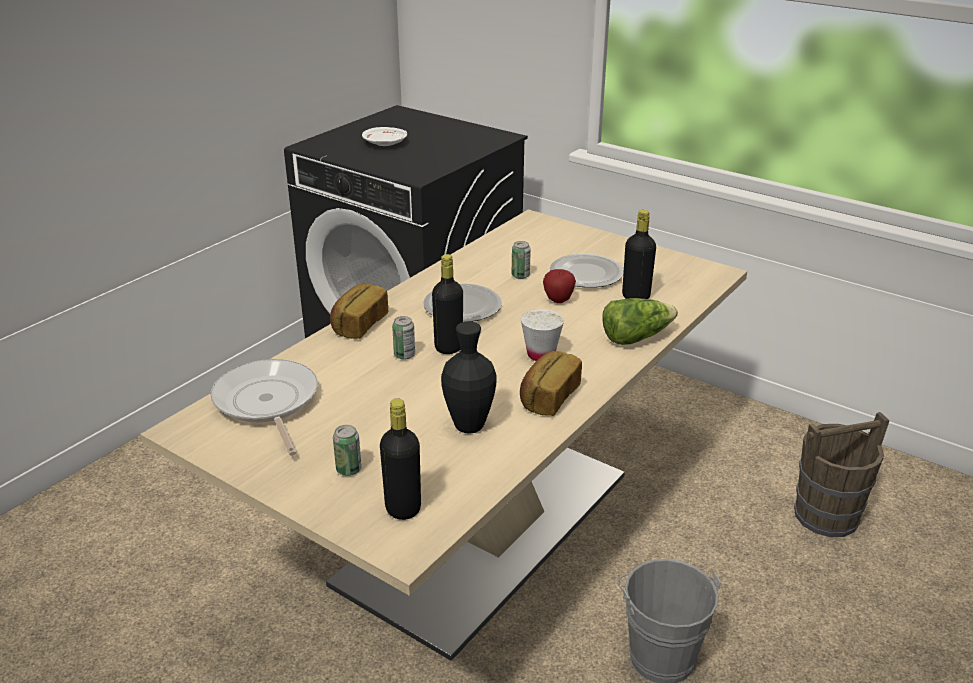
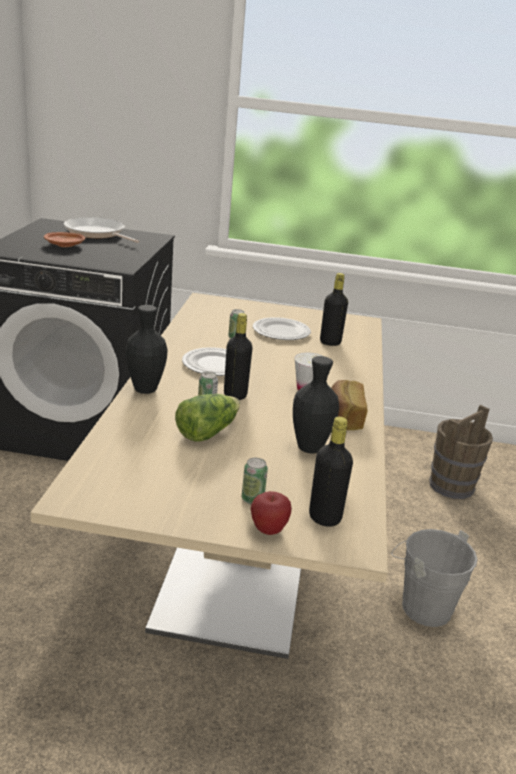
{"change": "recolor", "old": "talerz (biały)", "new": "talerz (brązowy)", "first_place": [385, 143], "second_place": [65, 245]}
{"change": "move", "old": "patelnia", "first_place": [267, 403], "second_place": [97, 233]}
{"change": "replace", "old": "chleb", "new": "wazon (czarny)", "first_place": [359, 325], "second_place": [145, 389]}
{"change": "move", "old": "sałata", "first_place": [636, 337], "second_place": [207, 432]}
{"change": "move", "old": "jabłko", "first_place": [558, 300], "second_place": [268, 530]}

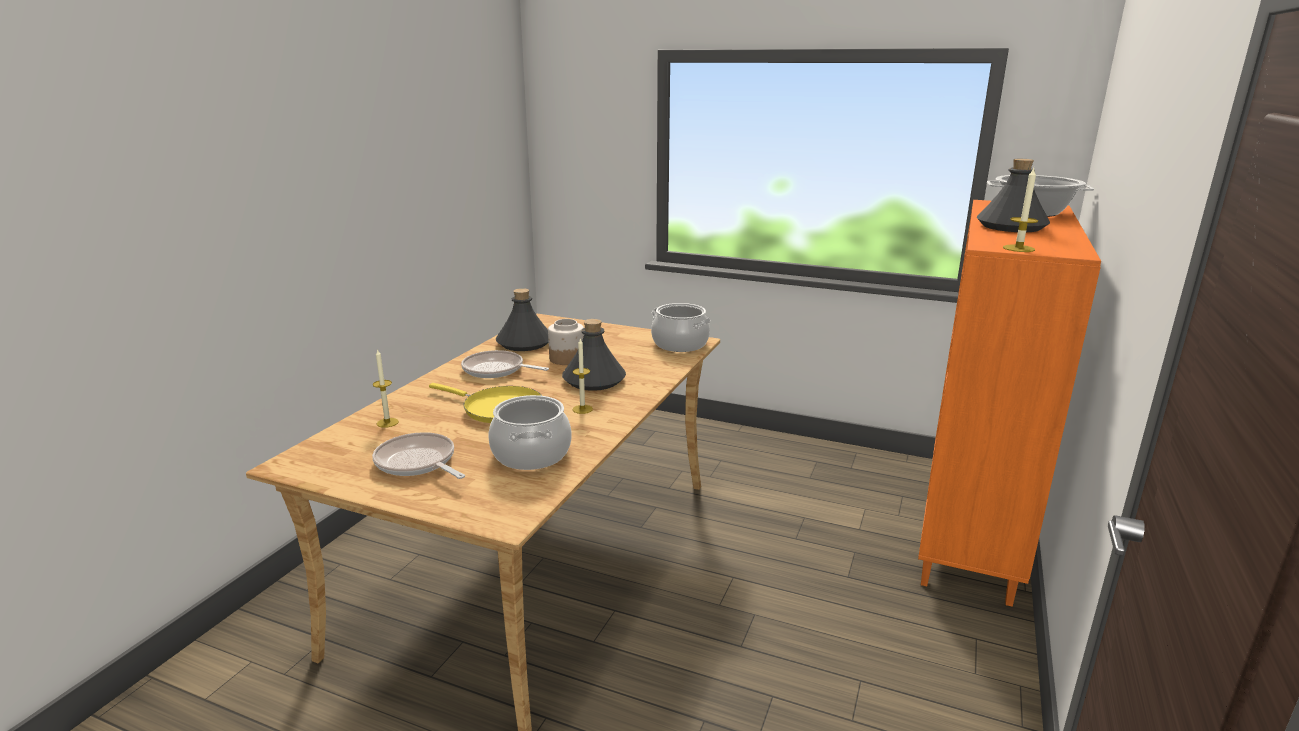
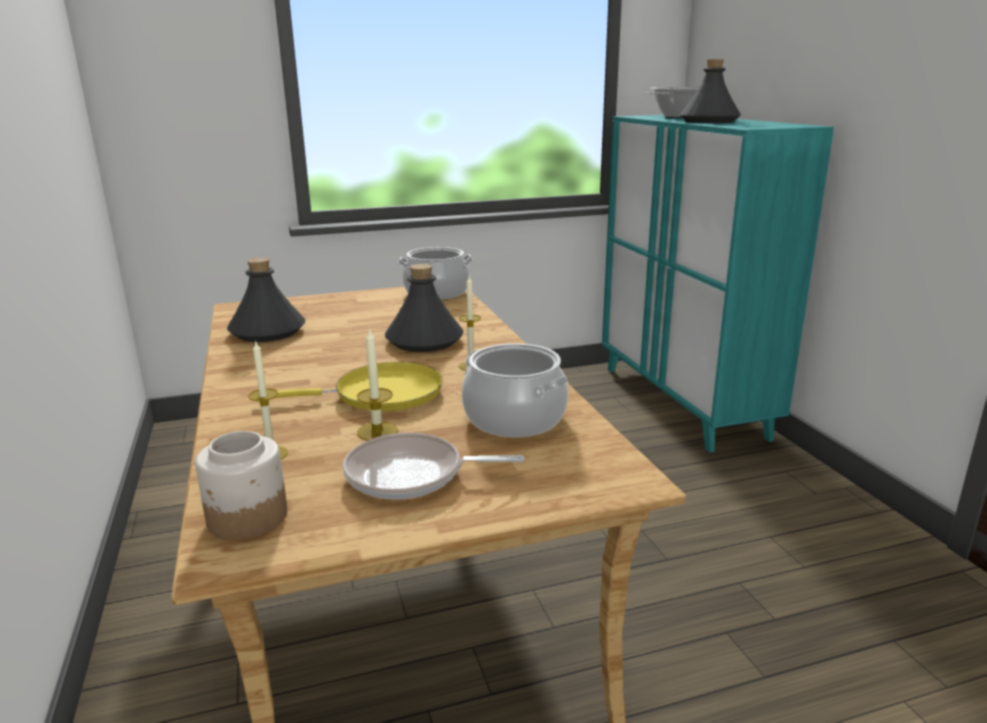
{"change": "move", "old": "słoik", "first_place": [566, 359], "second_place": [247, 518]}
{"change": "move", "old": "świeca", "first_place": [1018, 248], "second_place": [377, 431]}
{"change": "recolor", "old": "szafka (pomarańczowy)", "new": "szafka (turkusowy)", "first_place": [969, 528], "second_place": [682, 402]}
{"change": "delete", "old": "patelnia", "first_place": [496, 370]}

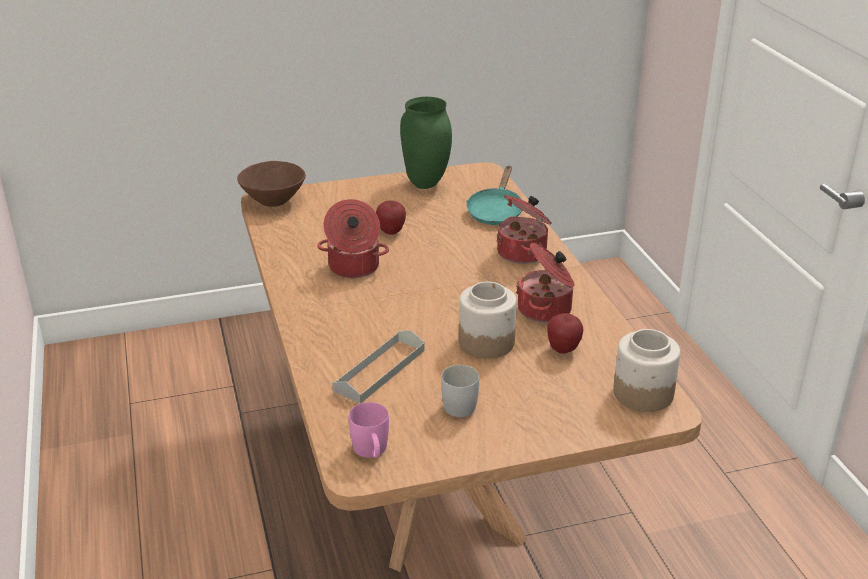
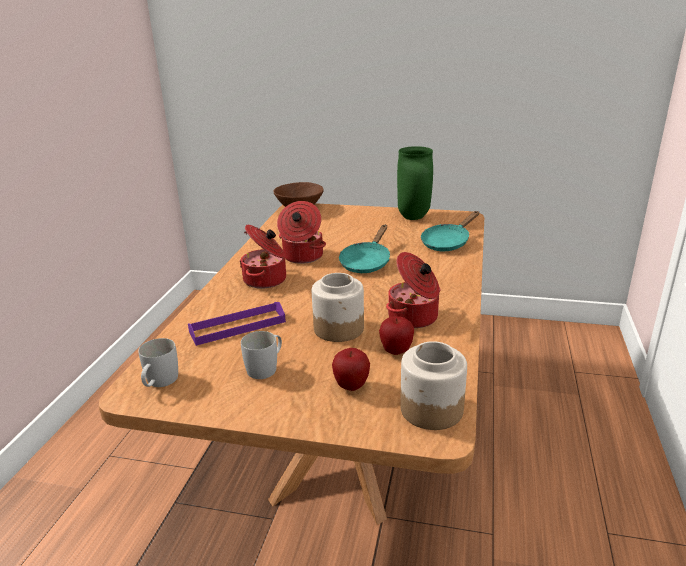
{"change": "recolor", "old": "kubek (różowy)", "new": "kubek (biały)", "first_place": [371, 452], "second_place": [159, 383]}
{"change": "recolor", "old": "taca (szary)", "new": "taca (fioletowy)", "first_place": [380, 370], "second_place": [237, 326]}
{"change": "move", "old": "garnek", "first_place": [523, 253], "second_place": [266, 280]}
{"change": "move", "old": "jabłko", "first_place": [391, 232], "second_place": [351, 386]}
{"change": "insert", "new": "patelnia (turkusowy)", "second_place": [366, 262]}

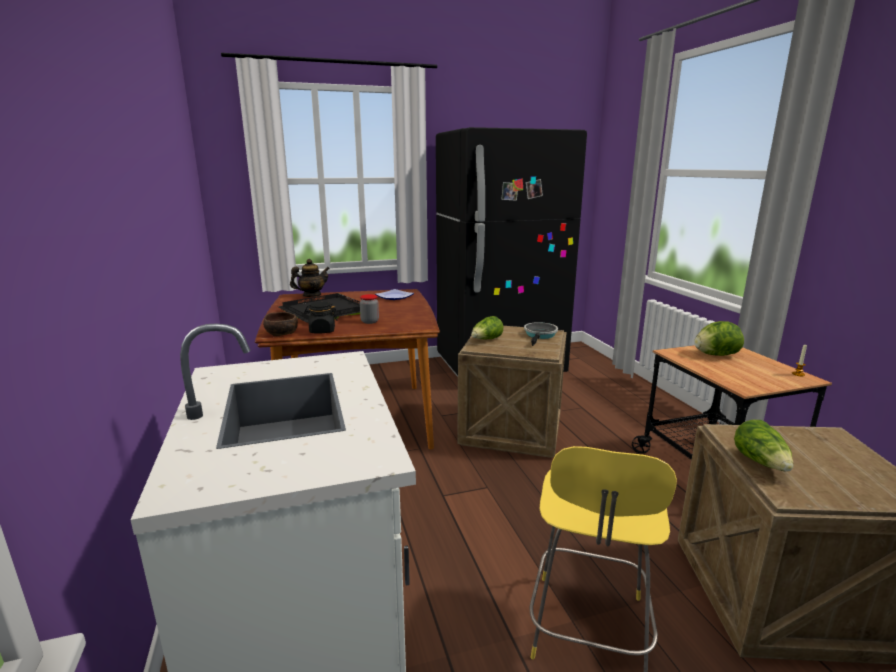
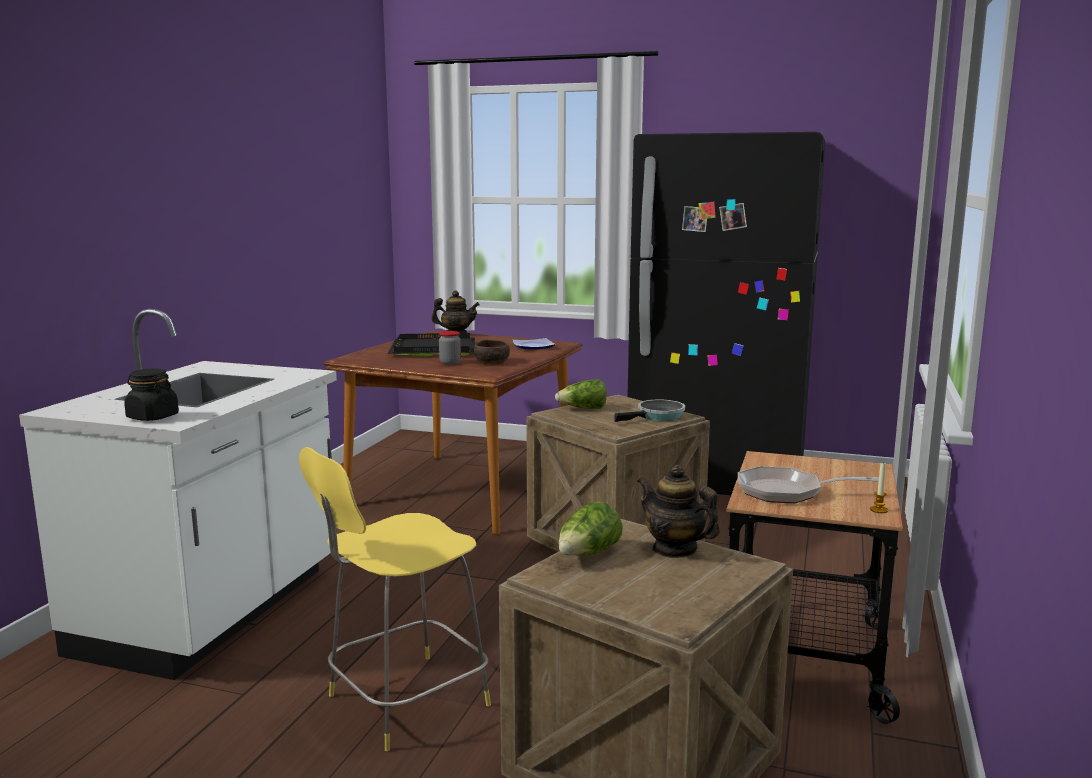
{"change": "move", "old": "słoik (czarny)", "first_place": [322, 331], "second_place": [152, 417]}
{"change": "move", "old": "miska (brązowy)", "first_place": [282, 333], "second_place": [492, 362]}
{"change": "insert", "new": "imbryk", "second_place": [674, 549]}
{"change": "insert", "new": "patelnia", "second_place": [786, 492]}
{"change": "delete", "old": "sałata", "first_place": [715, 355]}

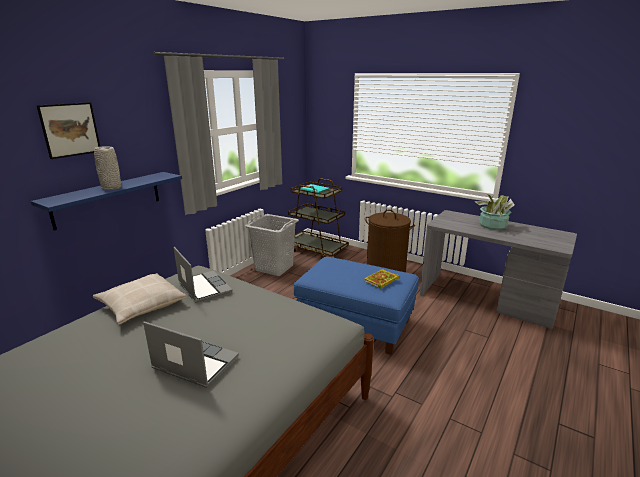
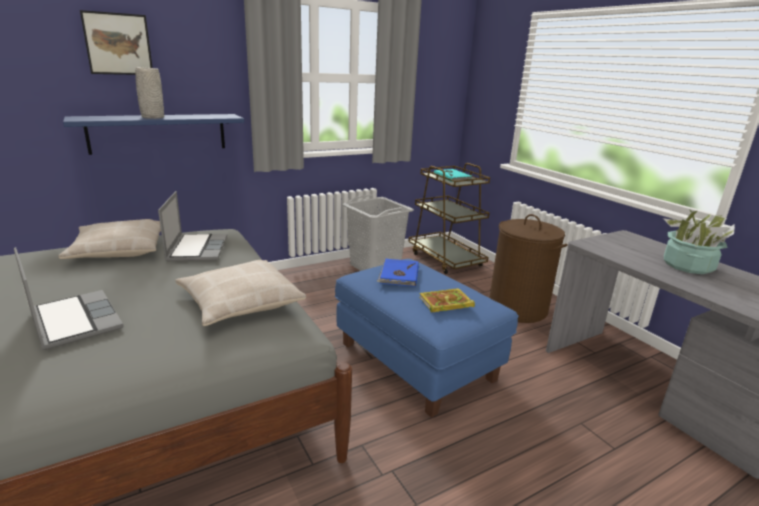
{"change": "insert", "new": "poduszka (beżowy)", "second_place": [240, 302]}
{"change": "insert", "new": "książka (niebieski)", "second_place": [398, 275]}

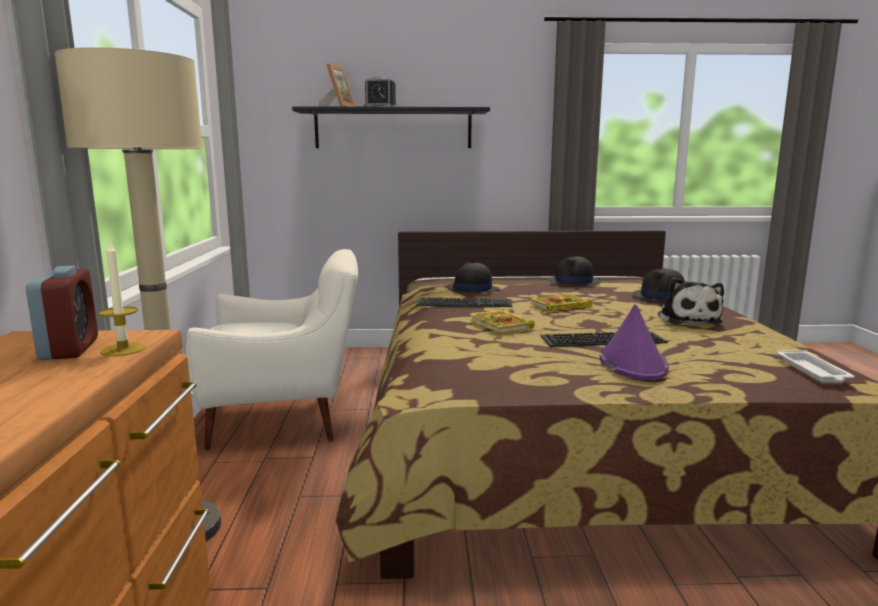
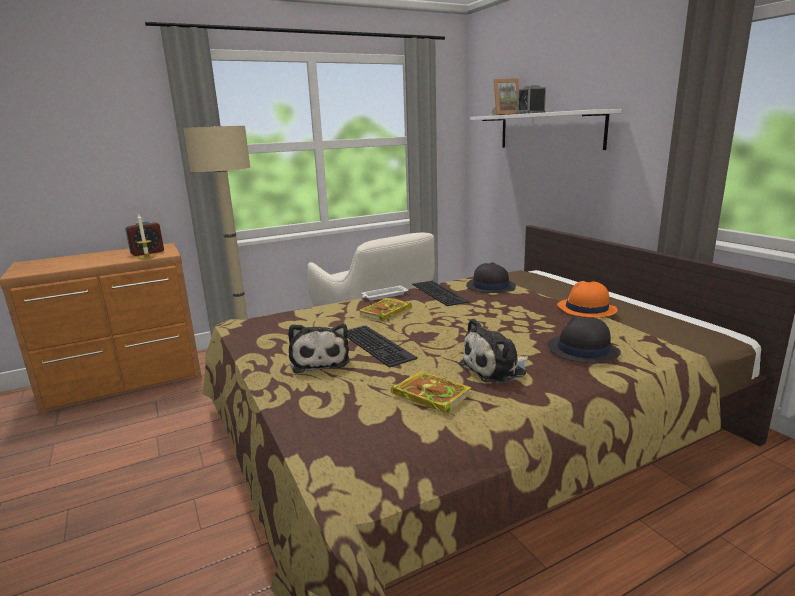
{"change": "replace", "old": "kapelusz (fioletowy)", "new": "pluszak", "first_place": [632, 363], "second_place": [319, 360]}
{"change": "move", "old": "taca (biały)", "first_place": [813, 371], "second_place": [384, 296]}
{"change": "move", "old": "książka", "first_place": [559, 306], "second_place": [429, 395]}
{"change": "recolor", "old": "półka (czarny)", "new": "półka (biały)", "first_place": [393, 129], "second_place": [549, 131]}
{"change": "recolor", "old": "kapelusz (czarny)", "new": "kapelusz (pomarańczowy)", "first_place": [573, 282], "second_place": [586, 309]}

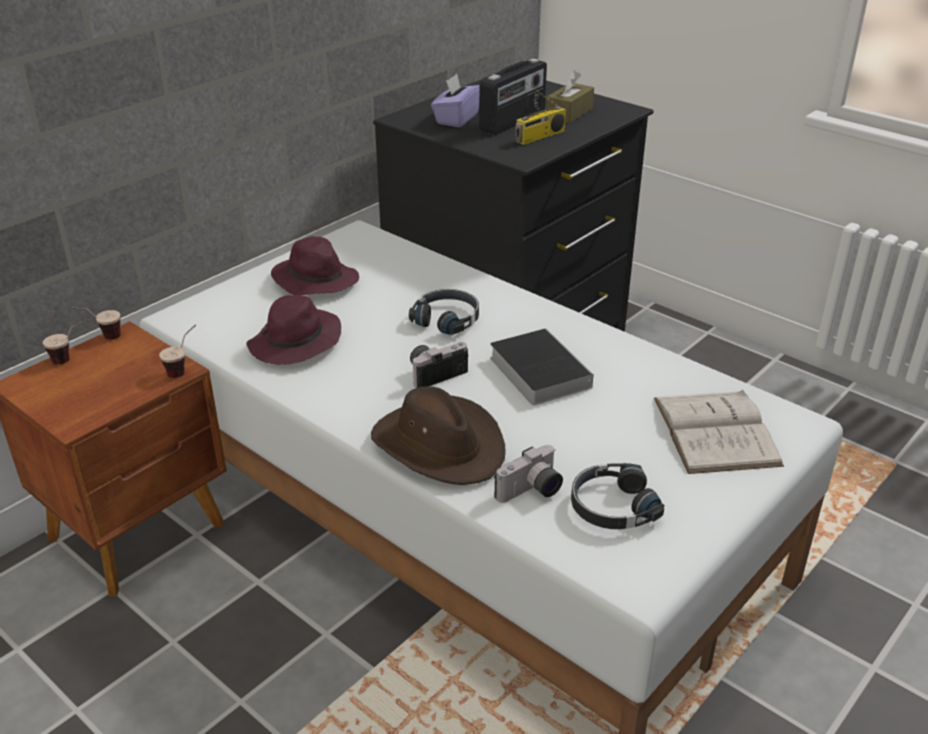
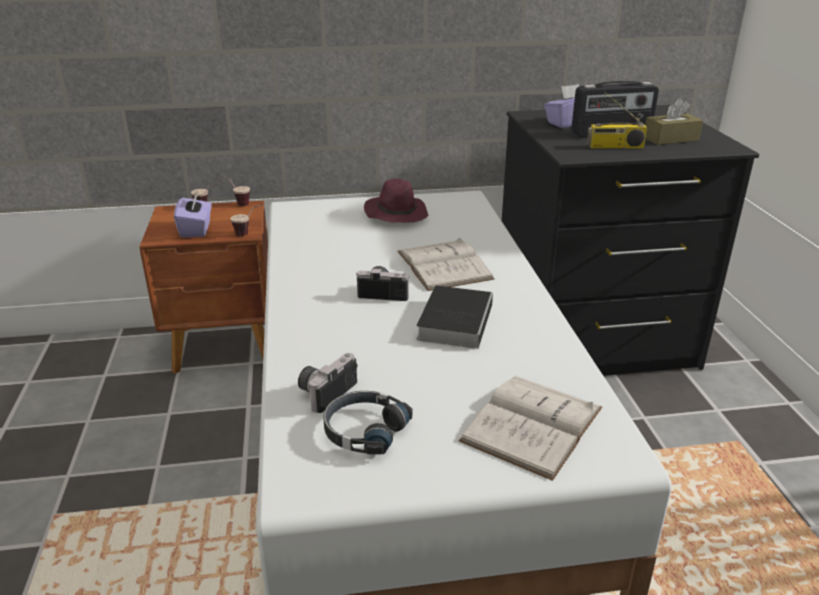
{"change": "insert", "new": "pudełko chusteczek (fioletowy)", "second_place": [196, 229]}
{"change": "rotate", "old": "aparat fotograficzny", "first_place": [531, 492], "second_place": [326, 391], "degrees": 120}
{"change": "replace", "old": "słuchawki (czarny)", "new": "książka (biały)", "first_place": [447, 319], "second_place": [444, 265]}
{"change": "delete", "old": "kapelusz (fioletowy)", "first_place": [295, 343]}
{"change": "delete", "old": "kapelusz (brązowy)", "first_place": [440, 445]}

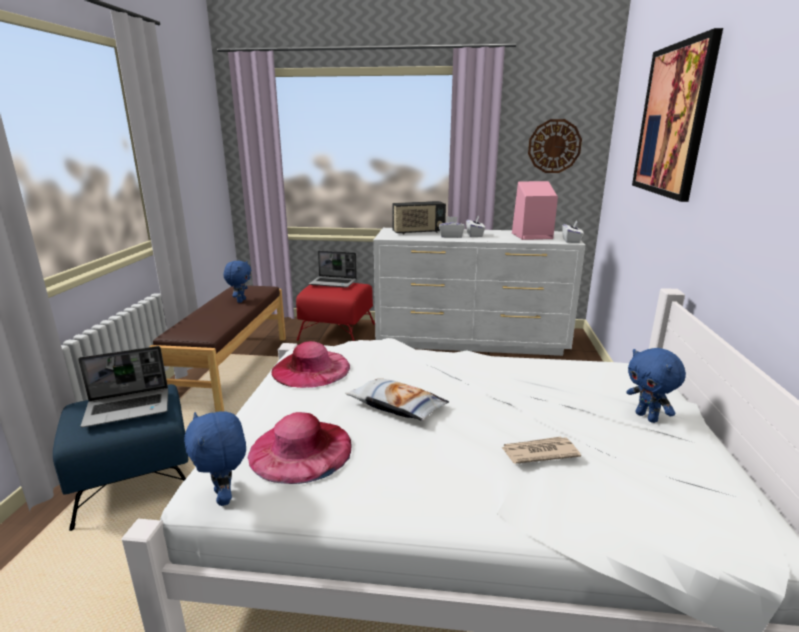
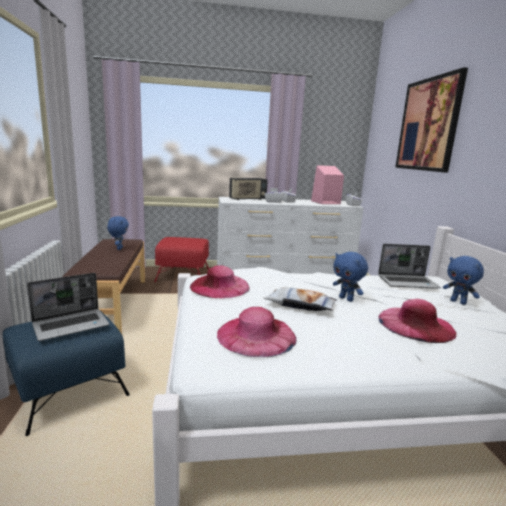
{"change": "move", "old": "pluszak (niebieski)", "first_place": [225, 497], "second_place": [346, 299]}
{"change": "move", "old": "laptop", "first_place": [334, 283], "second_place": [408, 282]}
{"change": "replace", "old": "gazeta", "new": "kapelusz (różowy)", "first_place": [538, 452], "second_place": [416, 324]}
{"change": "delete", "old": "zegar ścienny", "first_place": [554, 146]}

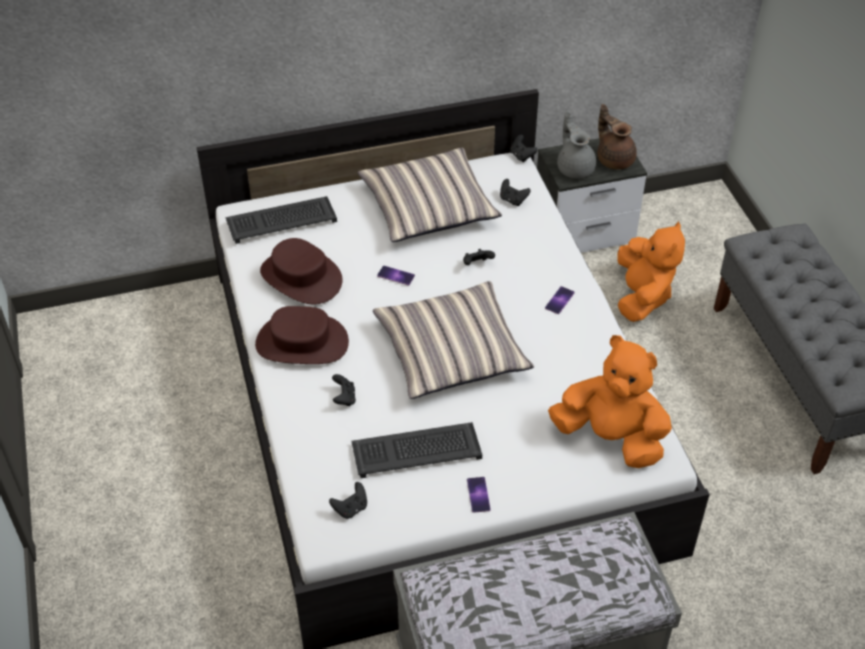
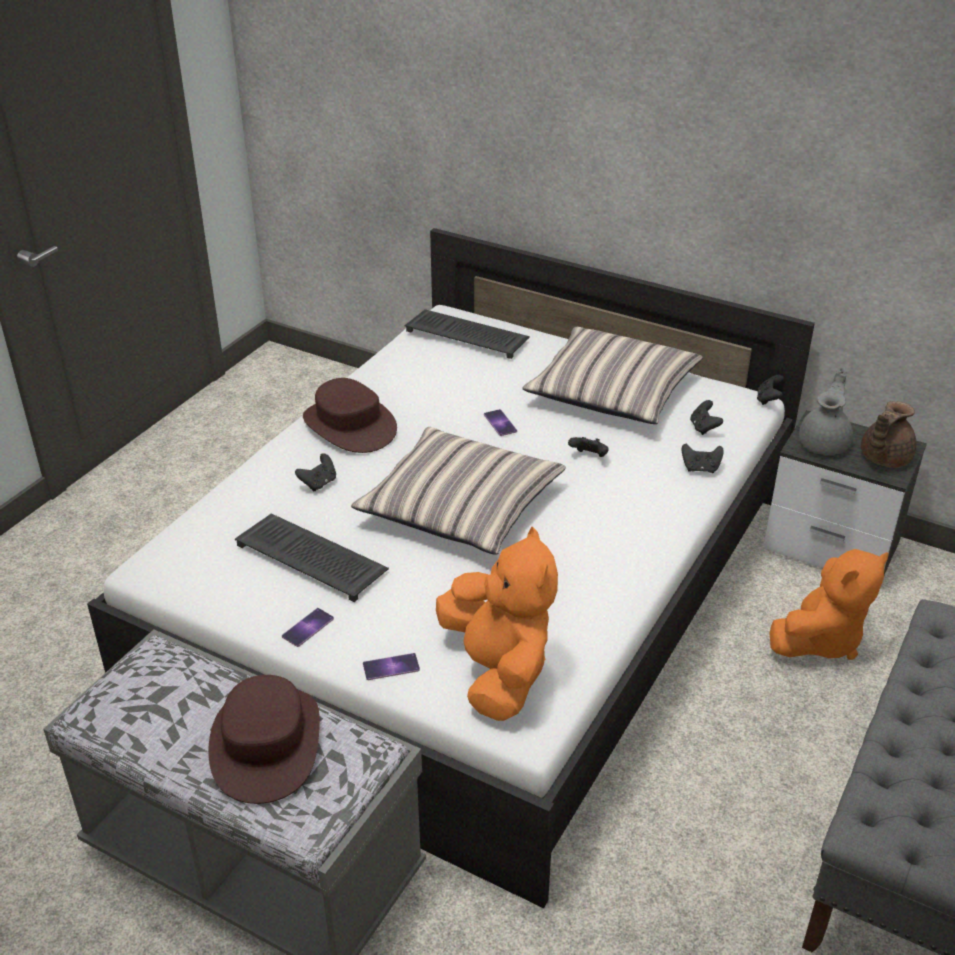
{"change": "move", "old": "kapelusz (brązowy)", "first_place": [300, 277], "second_place": [266, 744]}
{"change": "move", "old": "telefon", "first_place": [559, 300], "second_place": [391, 667]}
{"change": "move", "old": "pad do gier (czarny)", "first_place": [351, 508], "second_place": [700, 468]}
{"change": "rotate", "old": "imbryk (brązowy)", "first_place": [614, 159], "second_place": [883, 458], "degrees": -150}

